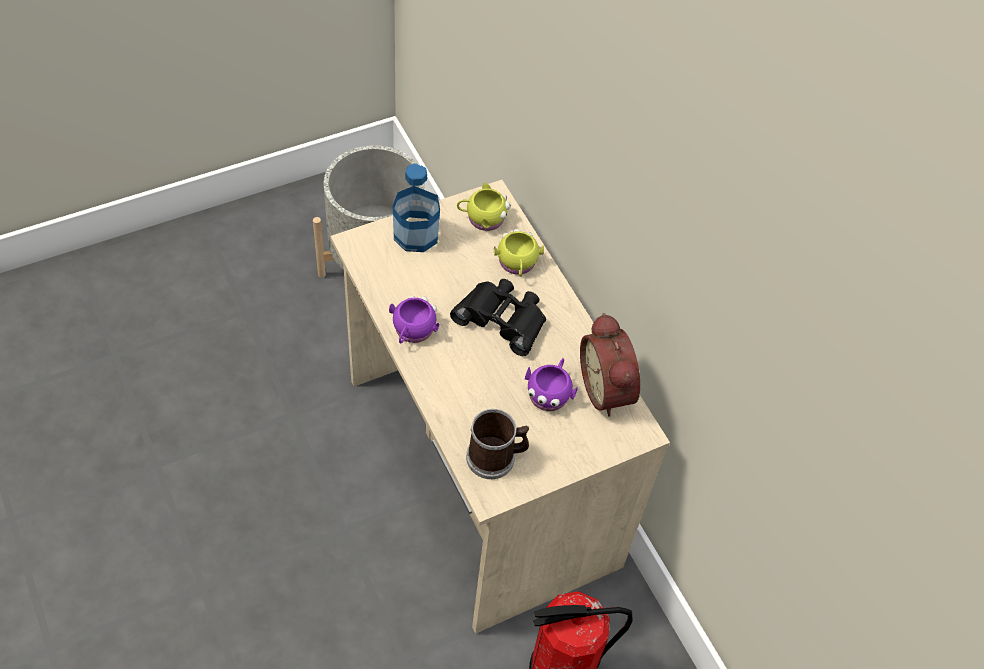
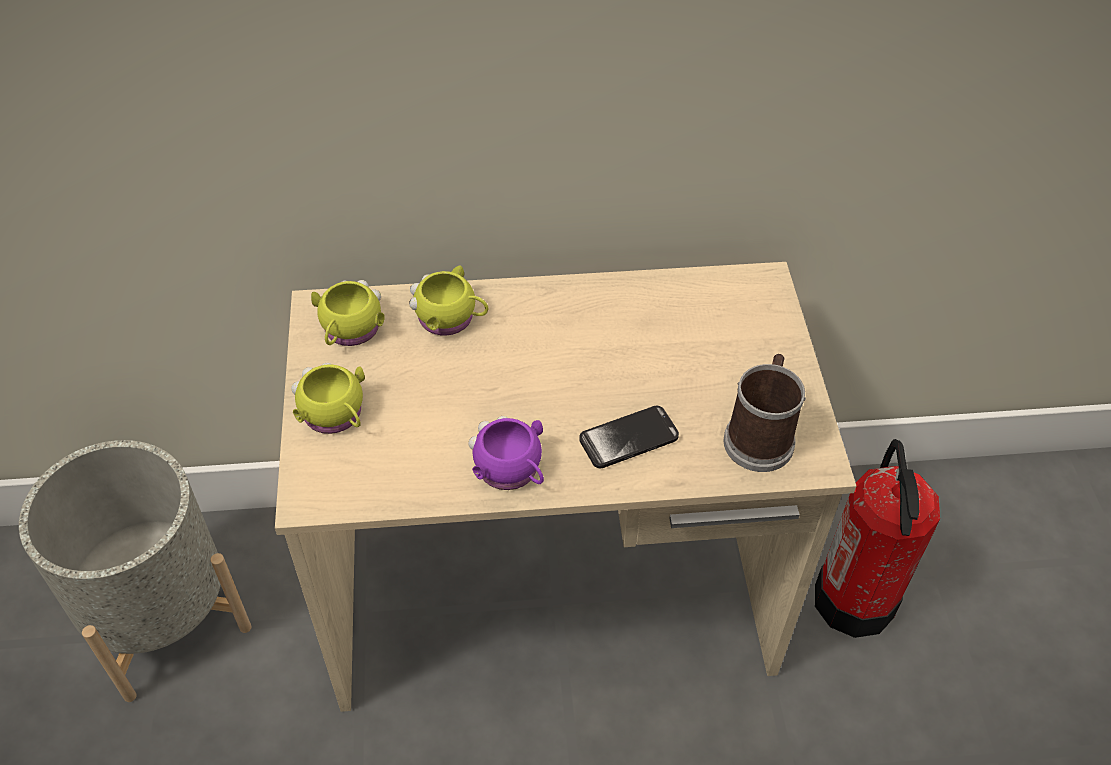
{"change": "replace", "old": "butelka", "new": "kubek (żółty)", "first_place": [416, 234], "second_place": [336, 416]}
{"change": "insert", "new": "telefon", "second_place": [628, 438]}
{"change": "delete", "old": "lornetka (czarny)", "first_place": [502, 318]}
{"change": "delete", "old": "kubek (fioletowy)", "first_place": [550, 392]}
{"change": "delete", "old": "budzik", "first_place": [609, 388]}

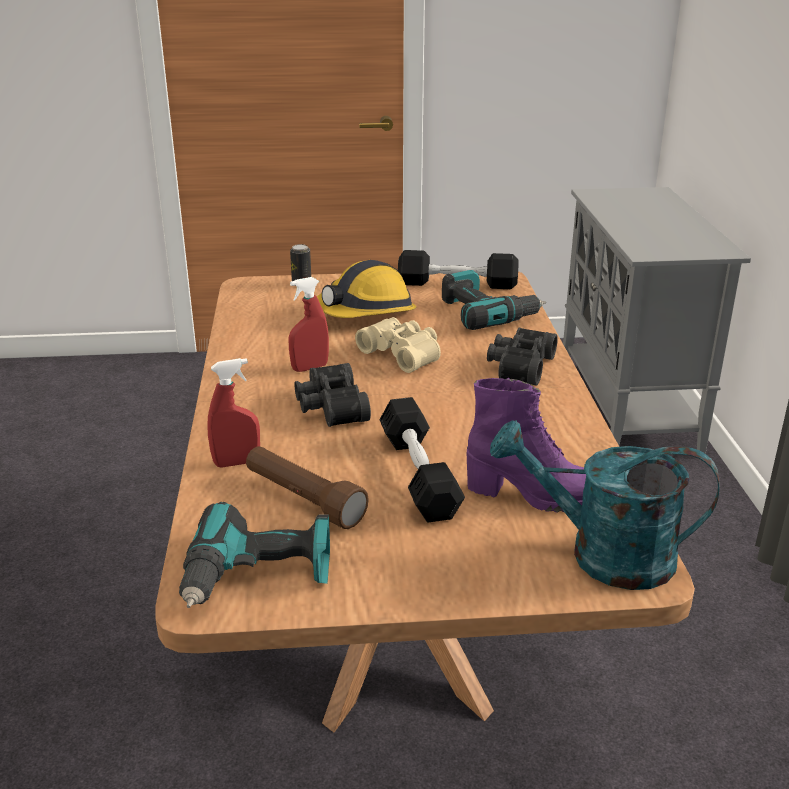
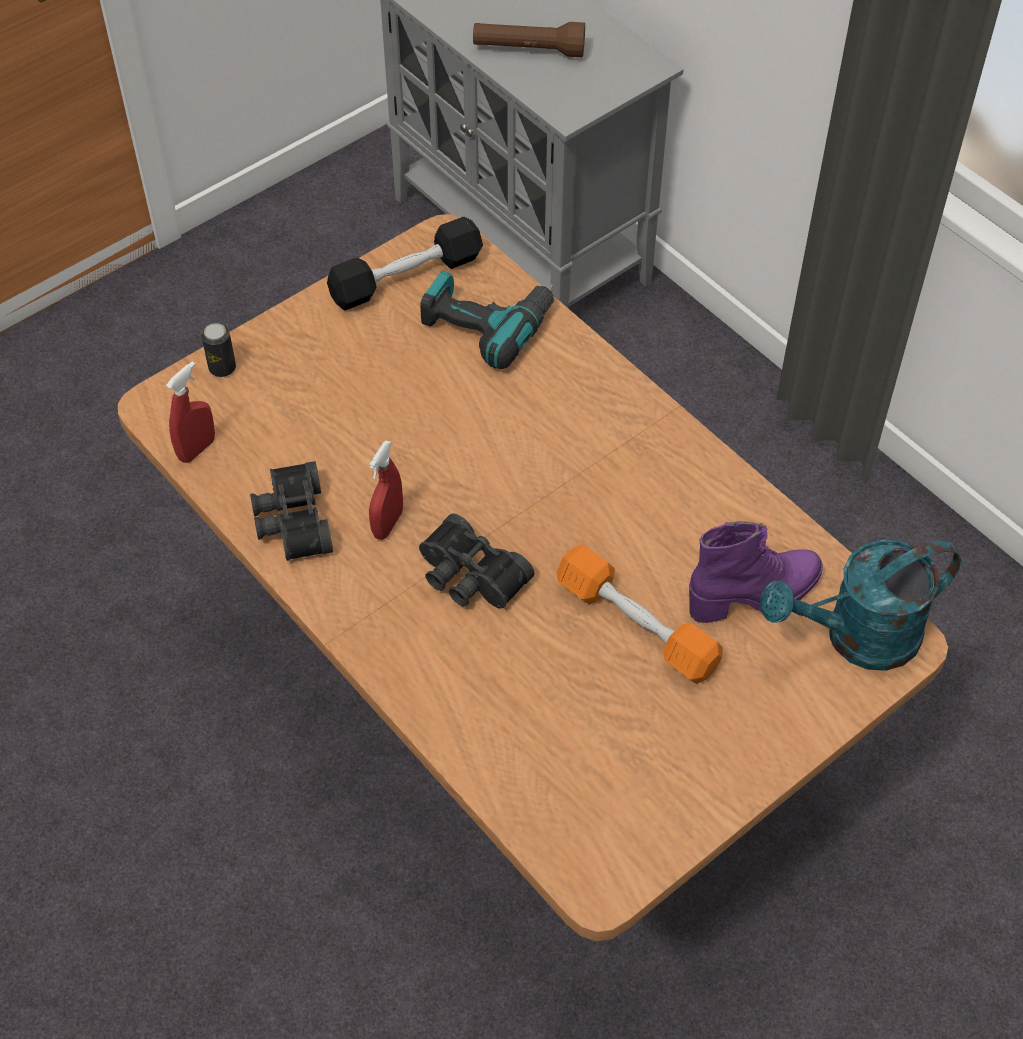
{"change": "move", "old": "spryskiwacz (czerwony)", "first_place": [237, 463], "second_place": [197, 449]}
{"change": "move", "old": "lornetka (czarny)", "first_place": [518, 366], "second_place": [291, 522]}
{"change": "move", "old": "latarka (brązowy)", "first_place": [303, 500], "second_place": [528, 50]}
{"change": "recolor", "old": "hantel (czarny)", "new": "hantel (pomarańczowy)", "first_place": [418, 474], "second_place": [637, 626]}
{"change": "delete", "old": "wiertarka", "first_place": [258, 576]}
{"change": "delete", "old": "kask", "first_place": [365, 313]}
{"change": "delete", "old": "lornetka (beżowy)", "first_place": [403, 354]}

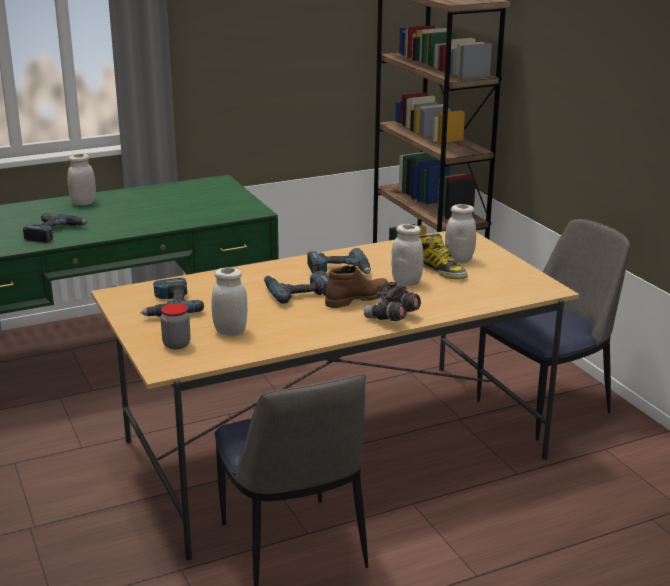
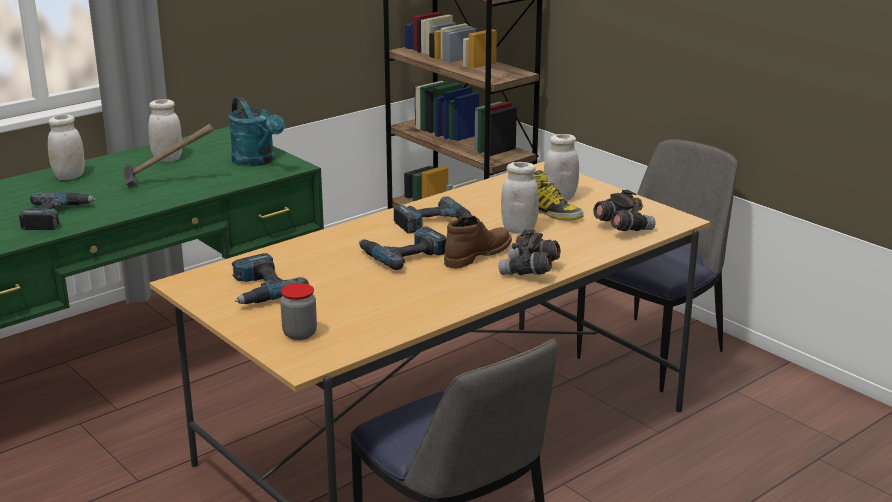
{"change": "insert", "new": "młotek", "second_place": [166, 182]}
{"change": "move", "old": "słoik (biały)", "first_place": [230, 331], "second_place": [167, 159]}
{"change": "insert", "new": "konewka (turkusowy)", "second_place": [257, 161]}
{"change": "insert", "new": "lornetka (szary)", "second_place": [622, 228]}

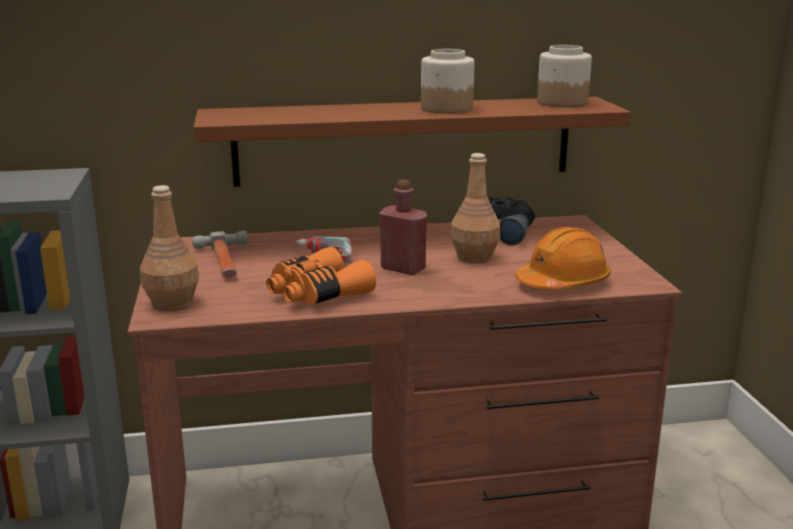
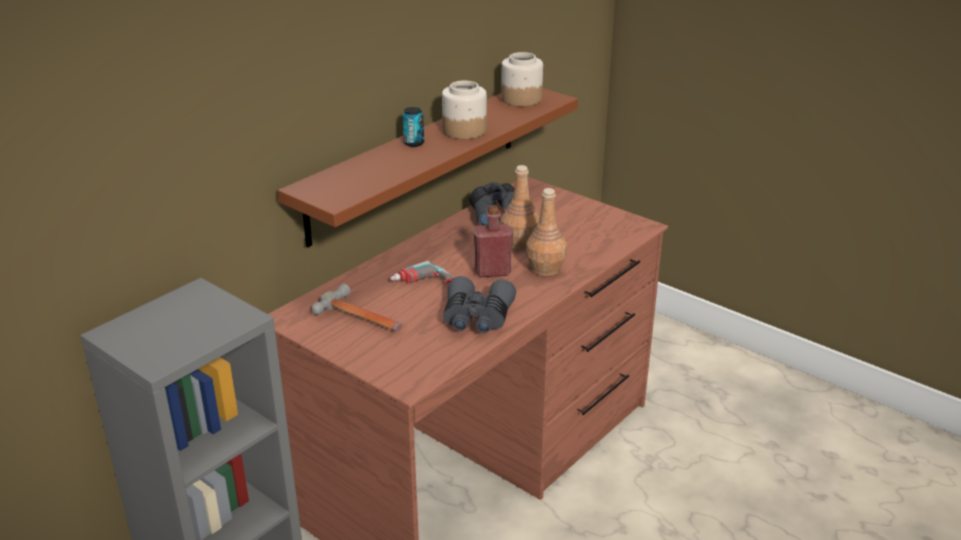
{"change": "insert", "new": "puszka", "second_place": [414, 143]}
{"change": "recolor", "old": "lornetka (pomarańczowy)", "new": "lornetka (szary)", "first_place": [316, 294], "second_place": [477, 318]}
{"change": "move", "old": "butelka (brązowy)", "first_place": [172, 303], "second_place": [546, 269]}
{"change": "delete", "old": "kask (pomarańczowy)", "first_place": [563, 282]}

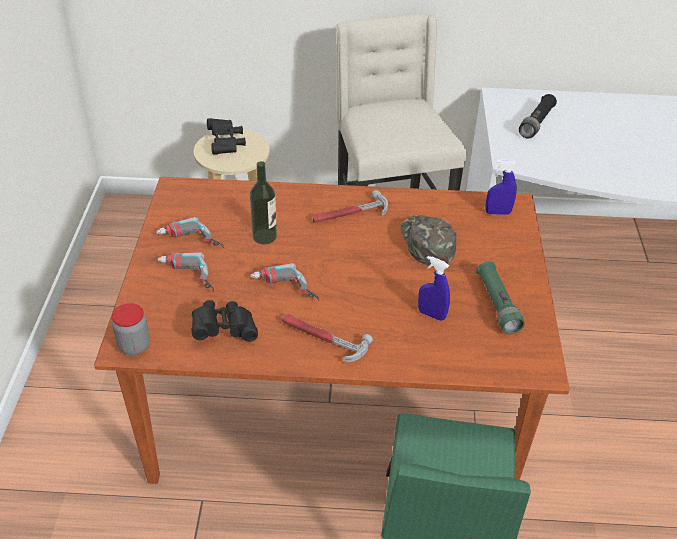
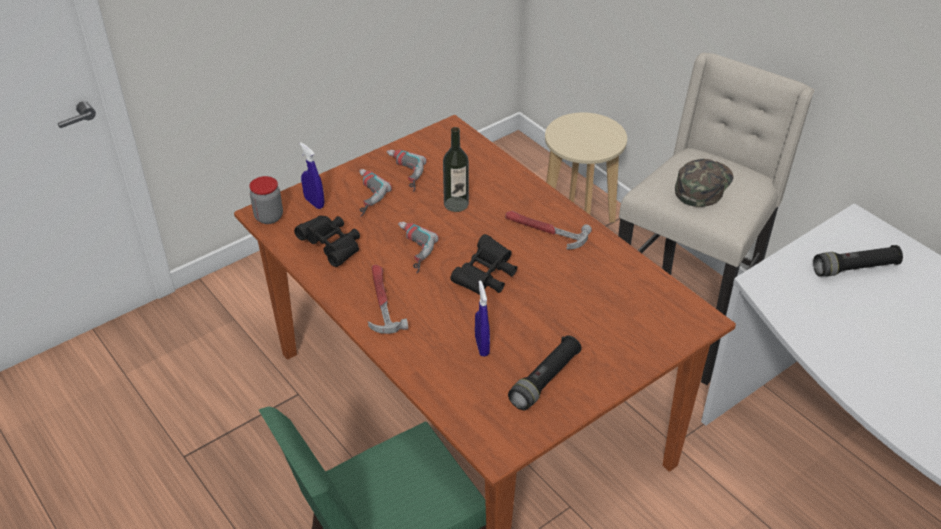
{"change": "move", "old": "spryskiwacz (niebieski)", "first_place": [498, 213], "second_place": [314, 203]}
{"change": "move", "old": "lornetka (czarny)", "first_place": [226, 144], "second_place": [486, 277]}
{"change": "recolor", "old": "latarka (zielony)", "new": "latarka (czarny)", "first_place": [497, 304], "second_place": [545, 380]}
{"change": "move", "old": "czapka z daszkiem (zielony)", "first_place": [426, 242], "second_place": [703, 185]}

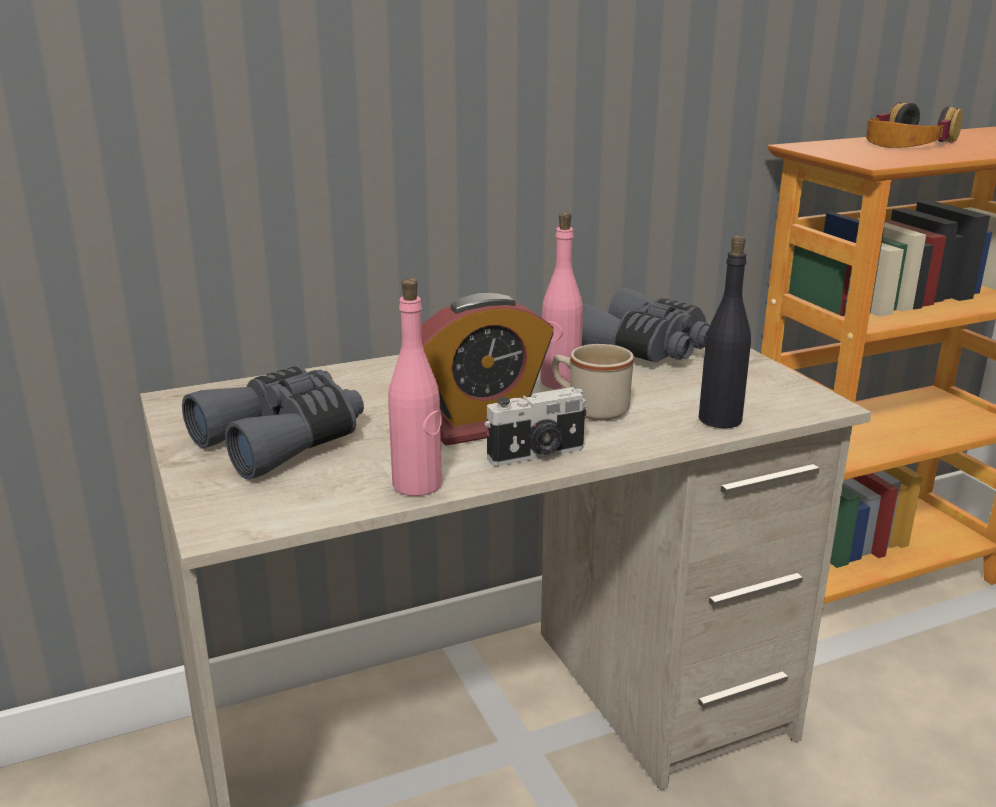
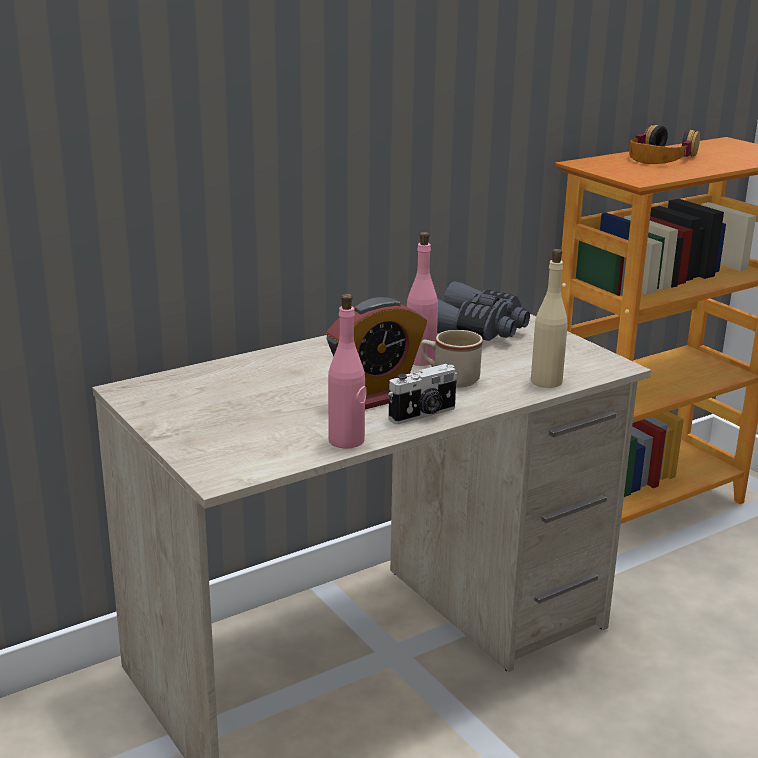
{"change": "recolor", "old": "butelka (czarny)", "new": "butelka (beżowy)", "first_place": [719, 419], "second_place": [546, 381]}
{"change": "delete", "old": "lornetka (szary)", "first_place": [283, 440]}

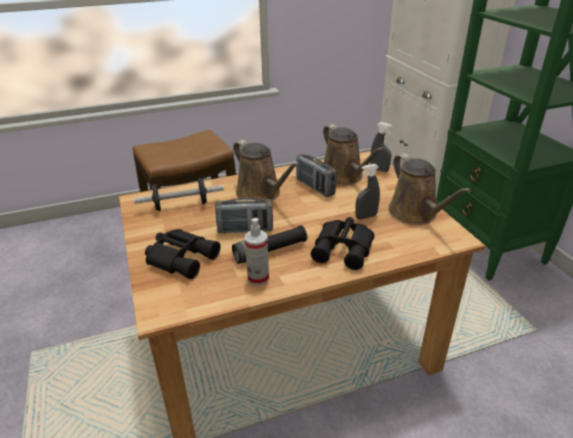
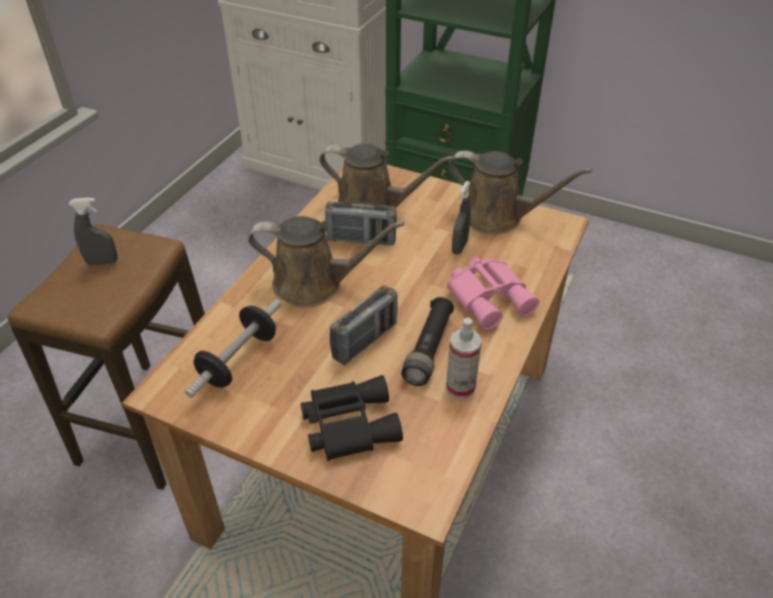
{"change": "move", "old": "spryskiwacz (szary)", "first_place": [379, 169], "second_place": [102, 262]}
{"change": "recolor", "old": "lornetka (czarny)", "new": "lornetka (różowy)", "first_place": [344, 248], "second_place": [490, 297]}

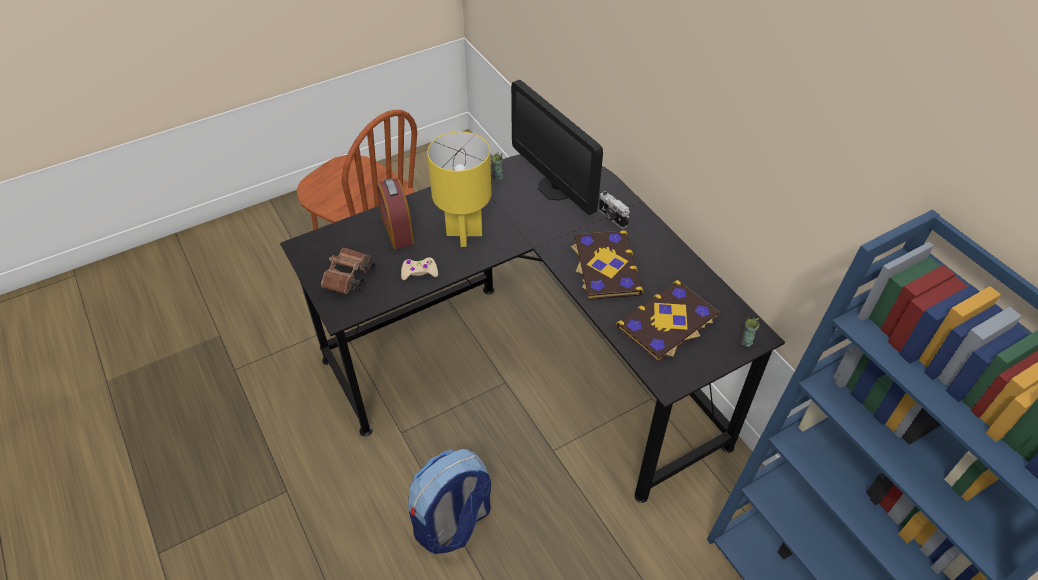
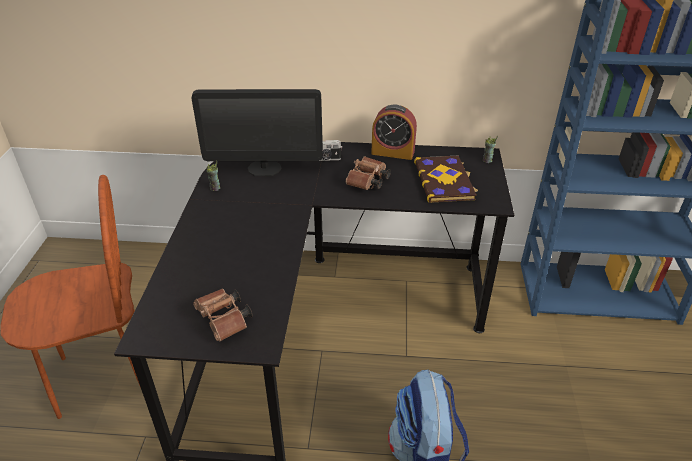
{"change": "replace", "old": "książka", "new": "lornetka (brązowy)", "first_place": [605, 266], "second_place": [367, 182]}
{"change": "move", "old": "budzik", "first_place": [397, 230], "second_place": [393, 152]}
{"change": "delete", "old": "pad do gier (beżowy)", "first_place": [419, 272]}
{"change": "delete", "old": "lampa stołowa (żółty)", "first_place": [465, 234]}

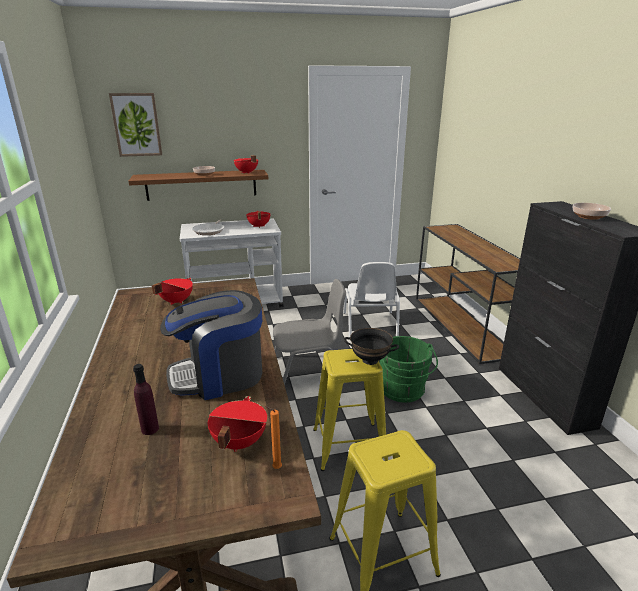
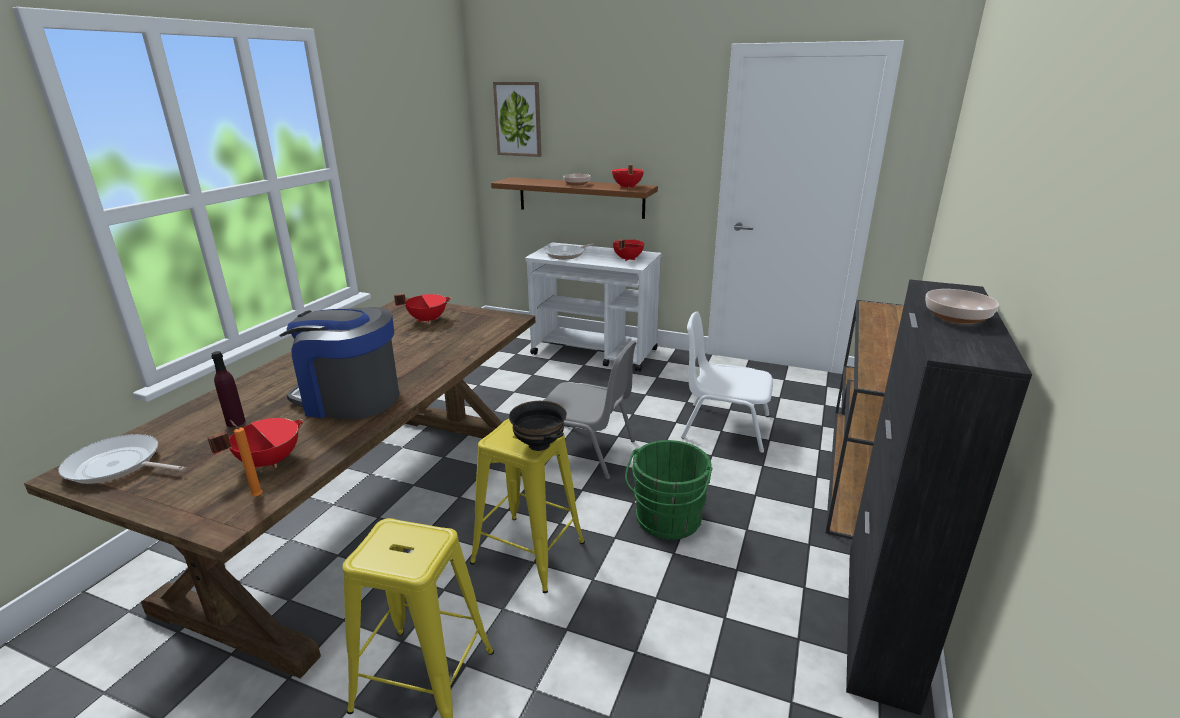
{"change": "insert", "new": "patelnia", "second_place": [118, 466]}
{"change": "rotate", "old": "krzesło (biały)", "first_place": [370, 325], "second_place": [724, 426], "degrees": 75}

